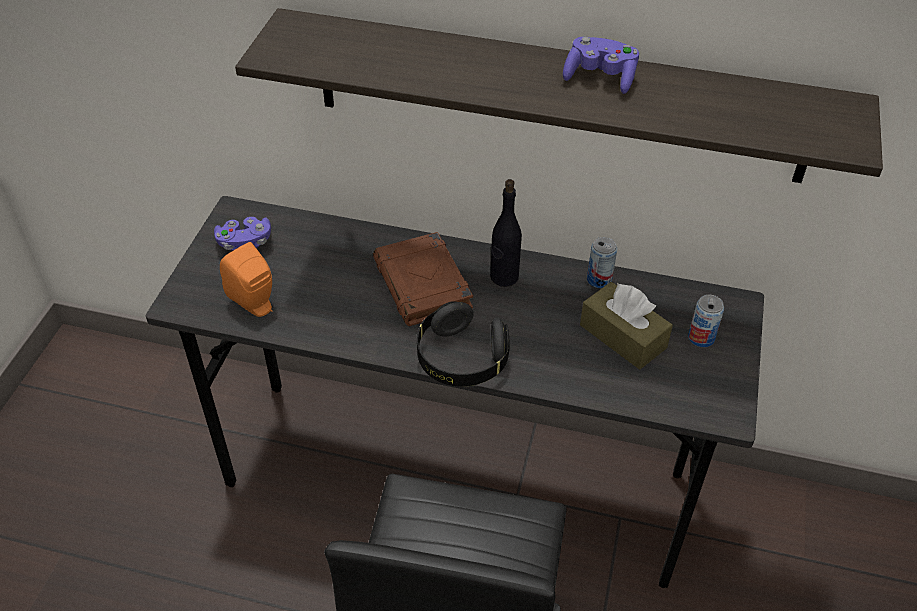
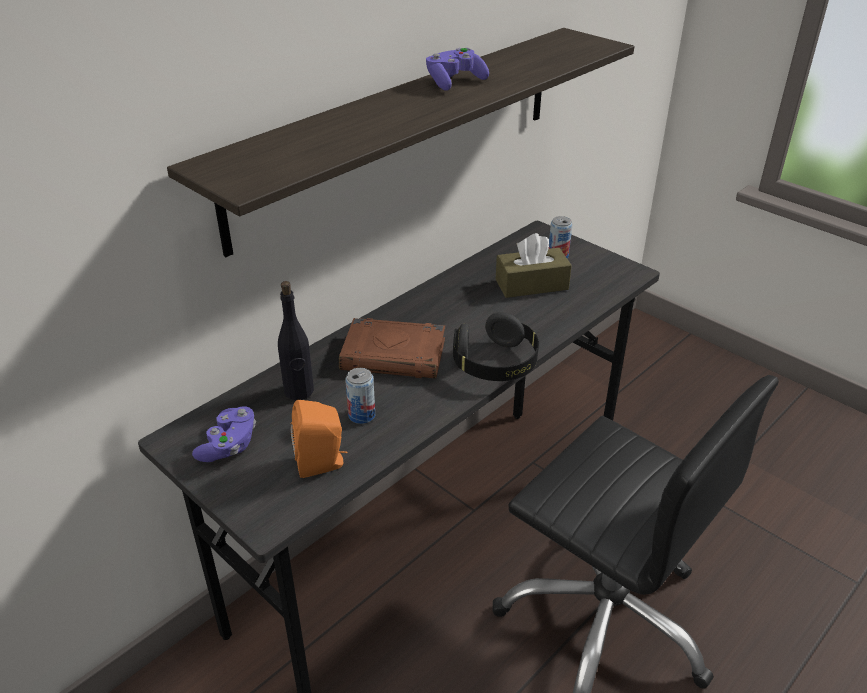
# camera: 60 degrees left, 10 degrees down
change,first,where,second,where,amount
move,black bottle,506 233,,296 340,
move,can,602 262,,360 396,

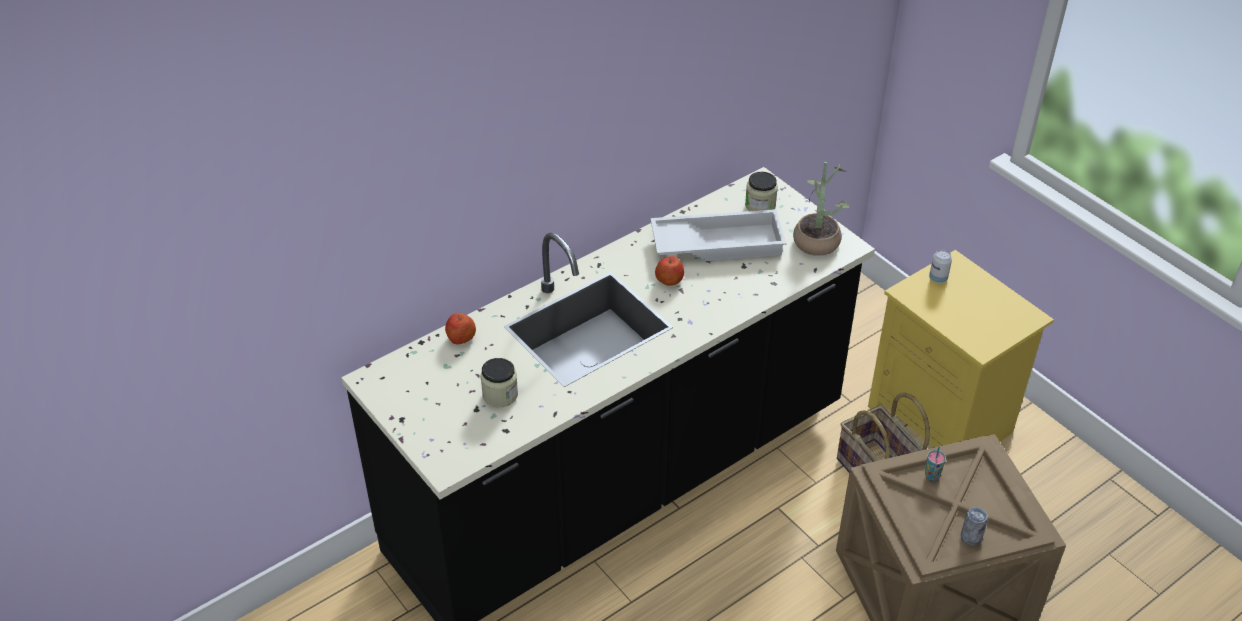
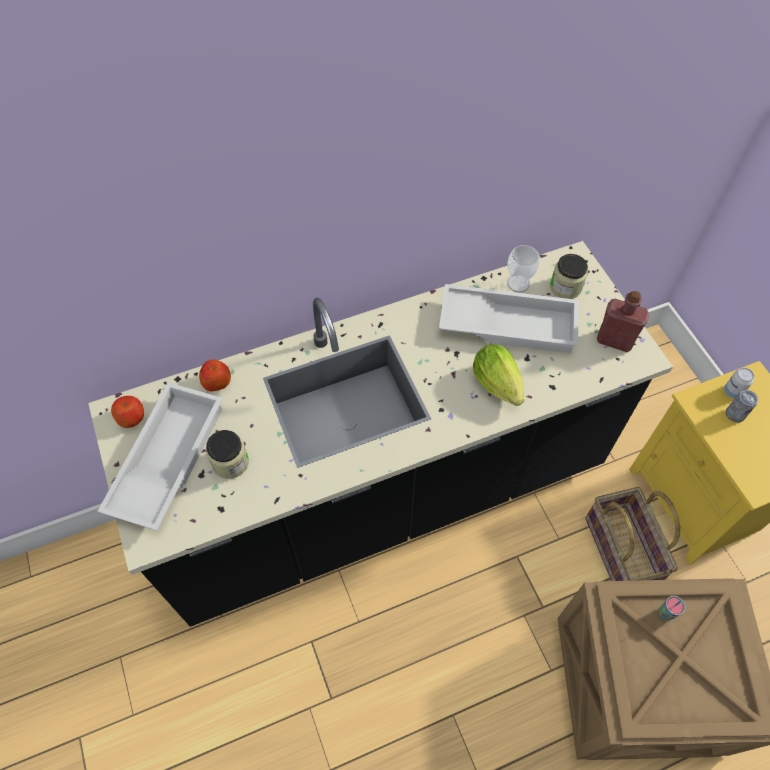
# camera: 15 degrees right, 15 degrees up
change,first,where,second,where,amount
move,apple,669 271,,127 412,
replace,potted plant,821 209,red bottle,623 321,
move,can,974 526,,742 406,
insert,,,white tray,160 456,
insert,,,lettuce,498 375,
insert,,,cup,523 269,

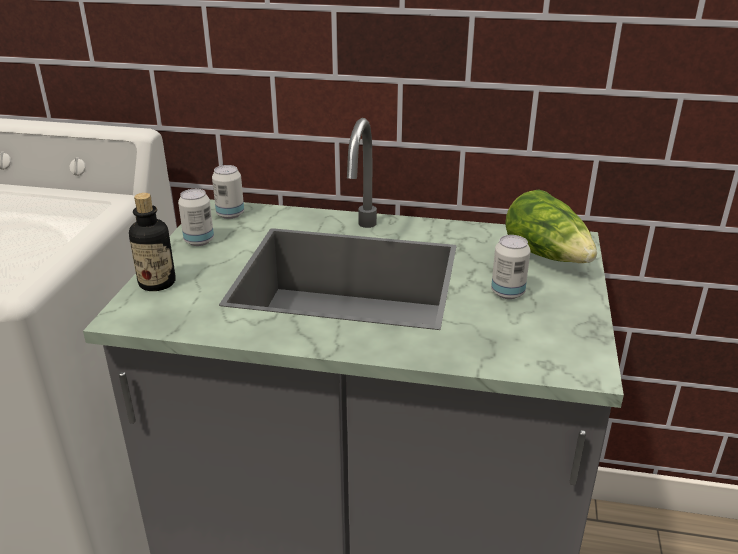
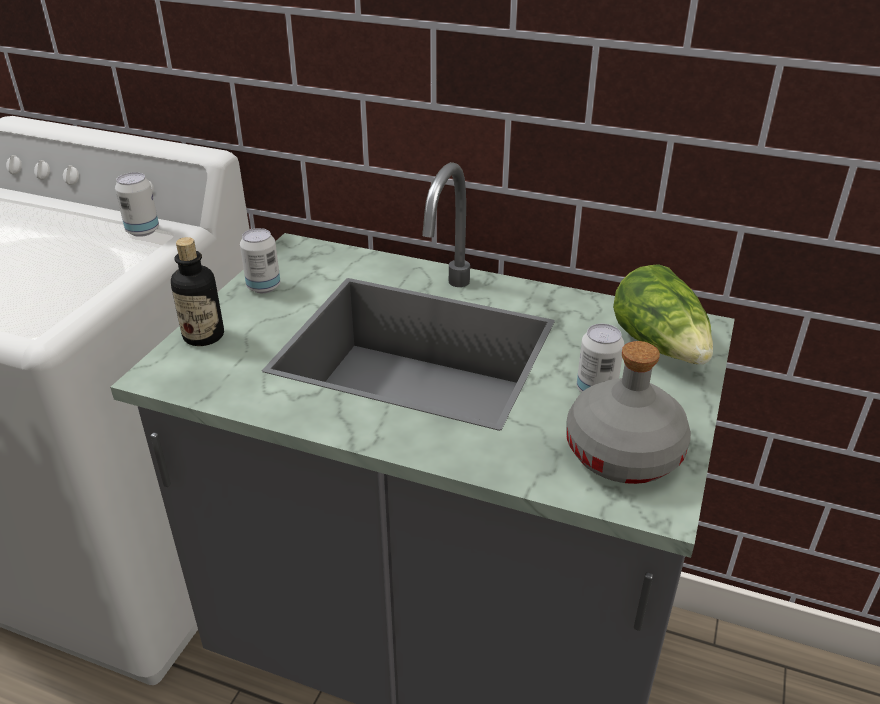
# camera: 10 degrees right, 5 degrees up
change,first,where,second,where,amount
move,can,228 192,,137 204,
insert,,,grey bottle,628 412,

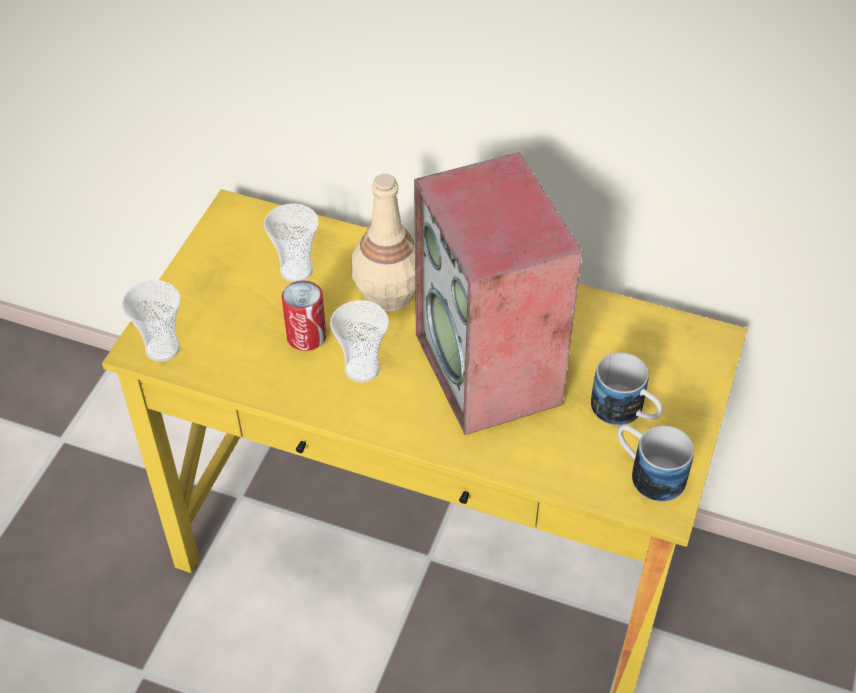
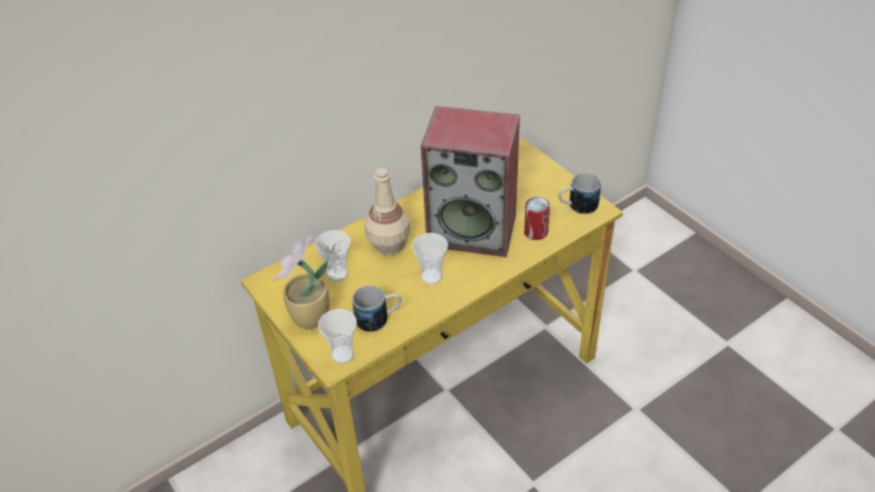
# camera: 55 degrees left, 5 degrees down
change,first,where,second,where,amount
move,can,304 316,,537 218,
move,mug,627 388,,377 308,
insert,,,potted plant,302 282,

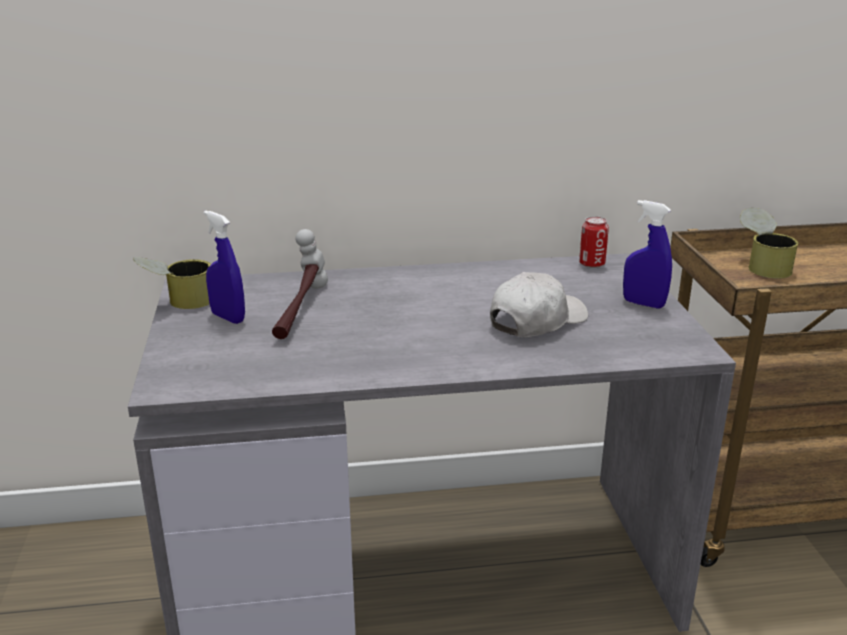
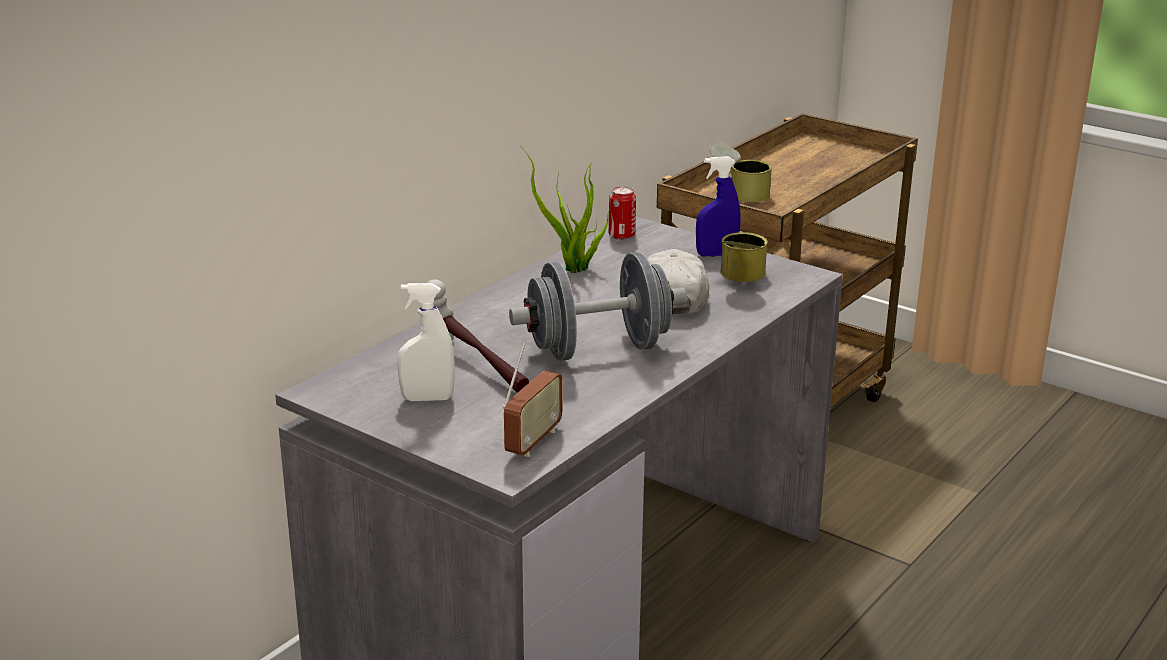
# camera: 45 degrees left, 0 degrees up
change,first,where,second,where,amount
move,can,172 283,,744 257,
recolor,blue spray bottle,224 267,white spray bottle,426 342,
insert,,,radio,533 399,
insert,,,grey dumbbell,598 306,
insert,,,potted plant,565 209,

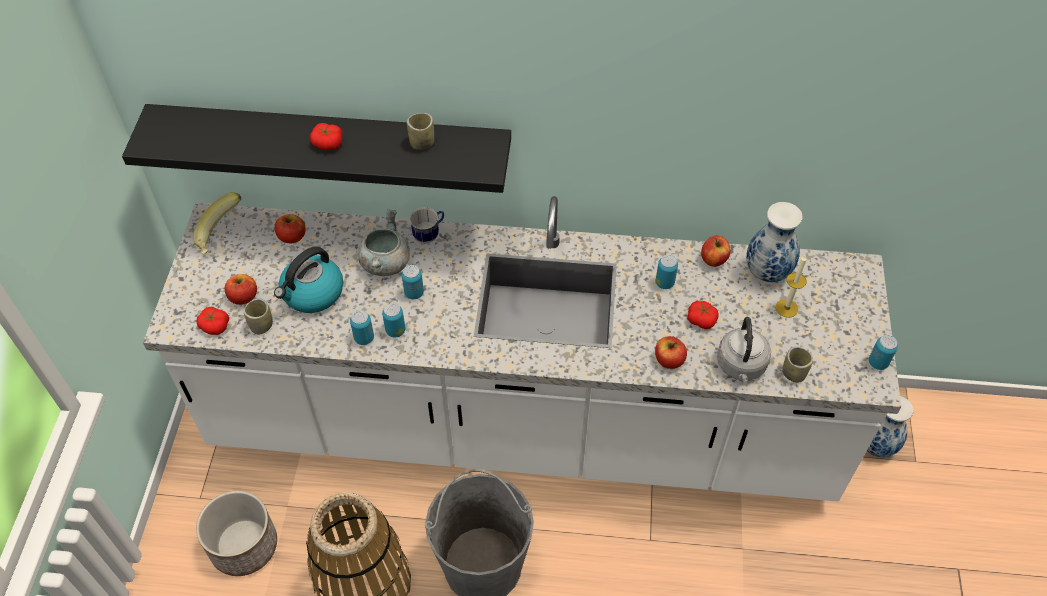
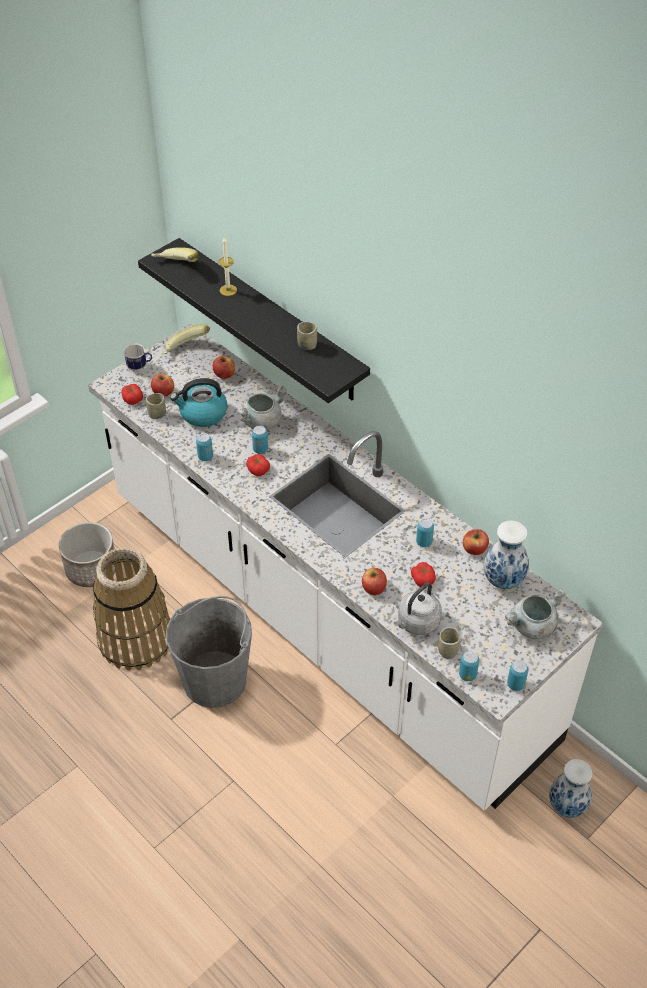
# camera: 40 degrees right, 5 degrees down
change,first,where,second,where,amount
move,tomato,326 137,,258 465,
move,can,393 320,,469 666,
move,mug,427 225,,137 357,
move,candle,791 287,,228 266,
insert,,,banana,174 254,
insert,,,grey cooking pot,535 614,

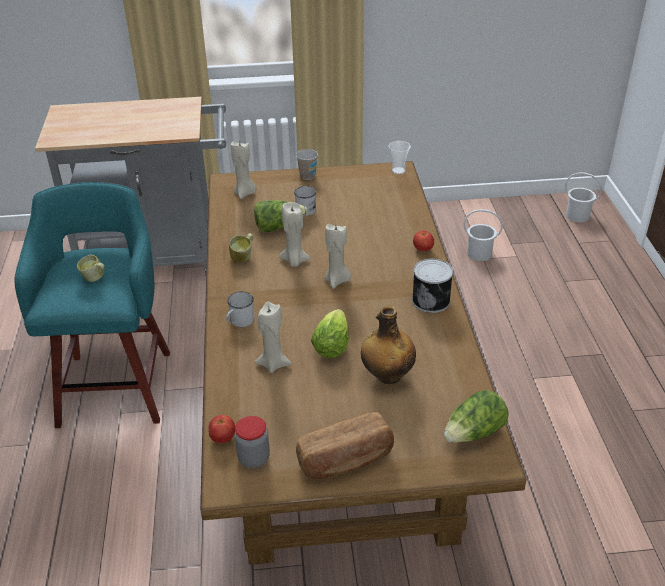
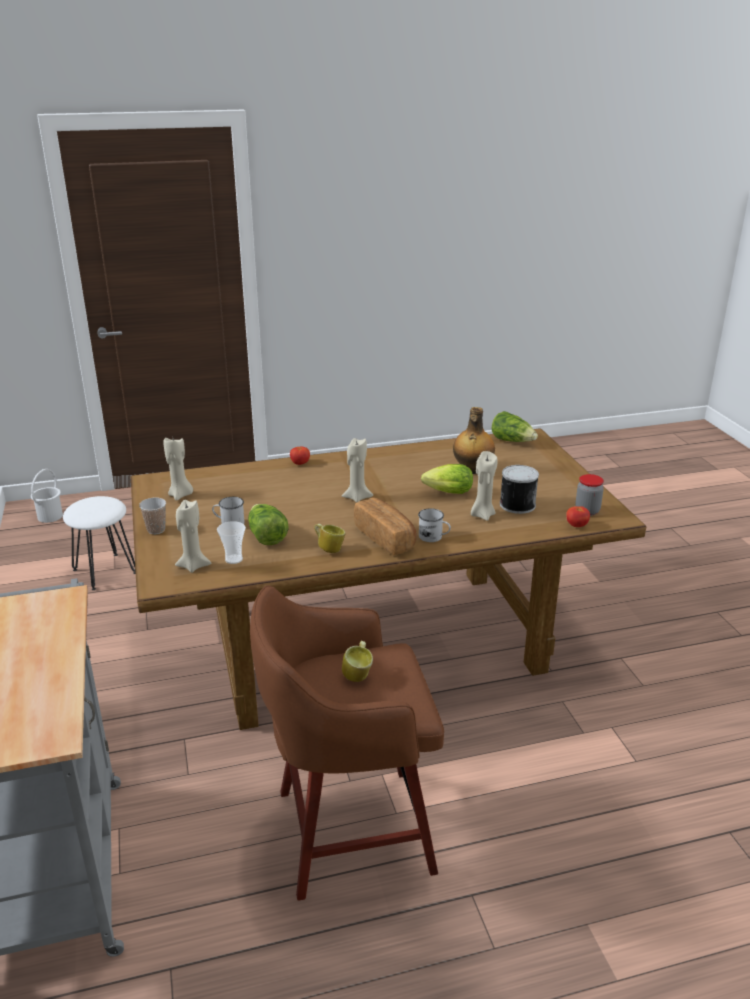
# camera: 100 degrees left, 10 degrees down
change,first,where,second,where,amount
recolor,turquoise stool,92 305,brown stool,347 743,
move,beige candle,295 234,,178 469,
move,bread,345 445,,385 526,
move,cup,400 157,,231 542,
move,can,432 286,,519 489,
replace,white bucket,483 235,white stool,99 543,

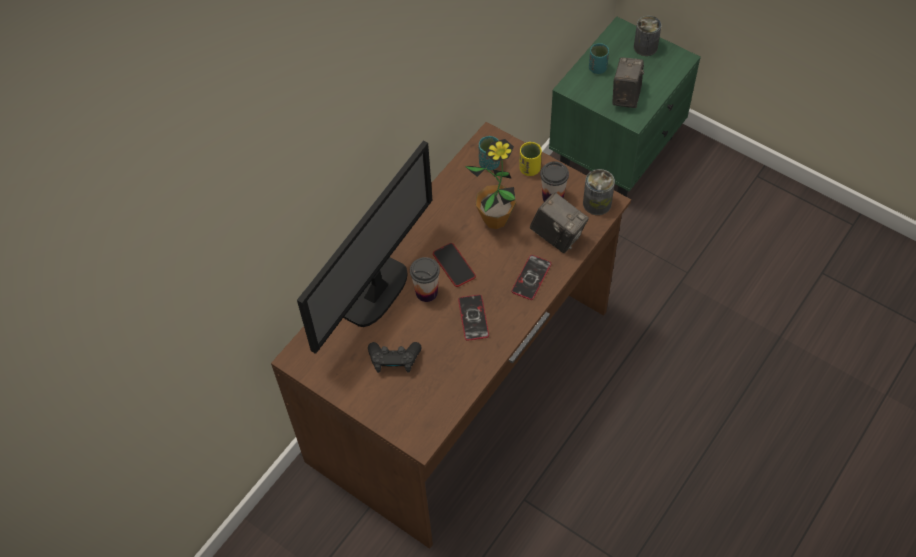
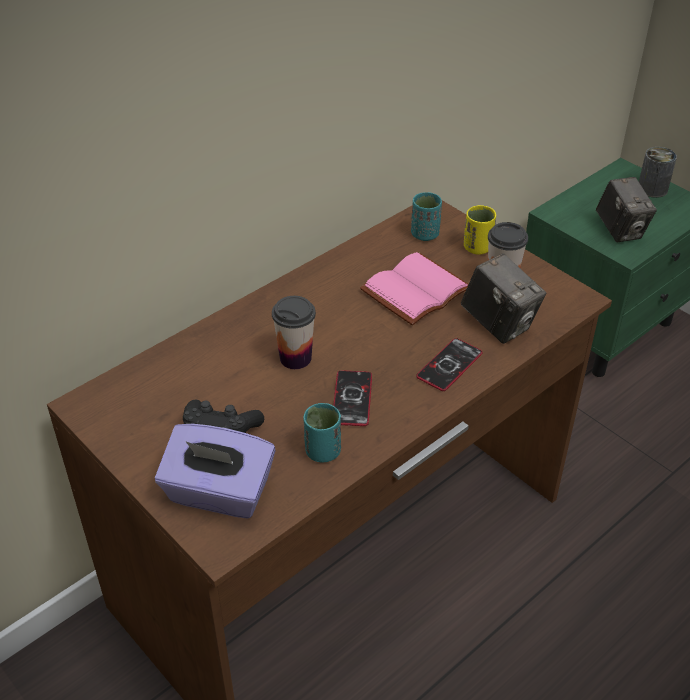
# camera: 10 degrees right, 15 degrees down
change,first,where,second,where,amount
delete,monitor,365 247,,,
delete,phone,454 265,,,
replace,potted plant,490 184,pink book,414 288,
delete,can,599 192,,,
move,turquoise cup,599 58,,322 433,
rotate,photo camera,628 82,,626 209,135 degrees clockwise
insert,,,purple tissue box,215 471,

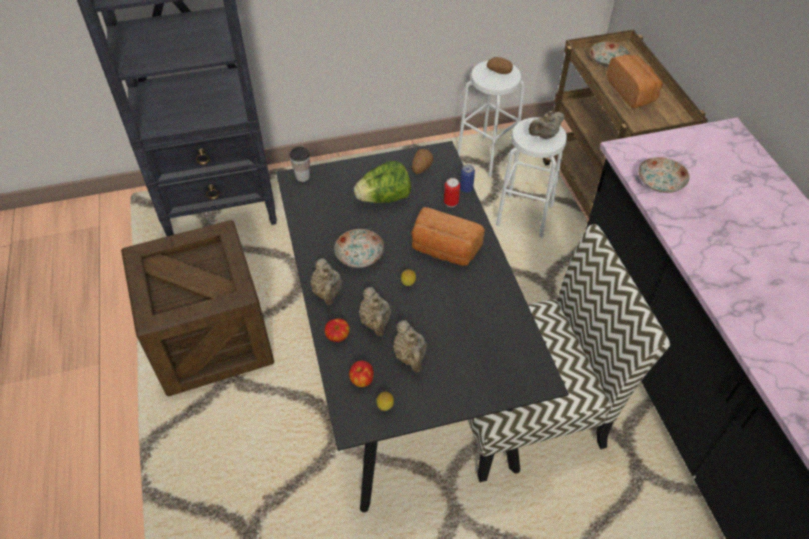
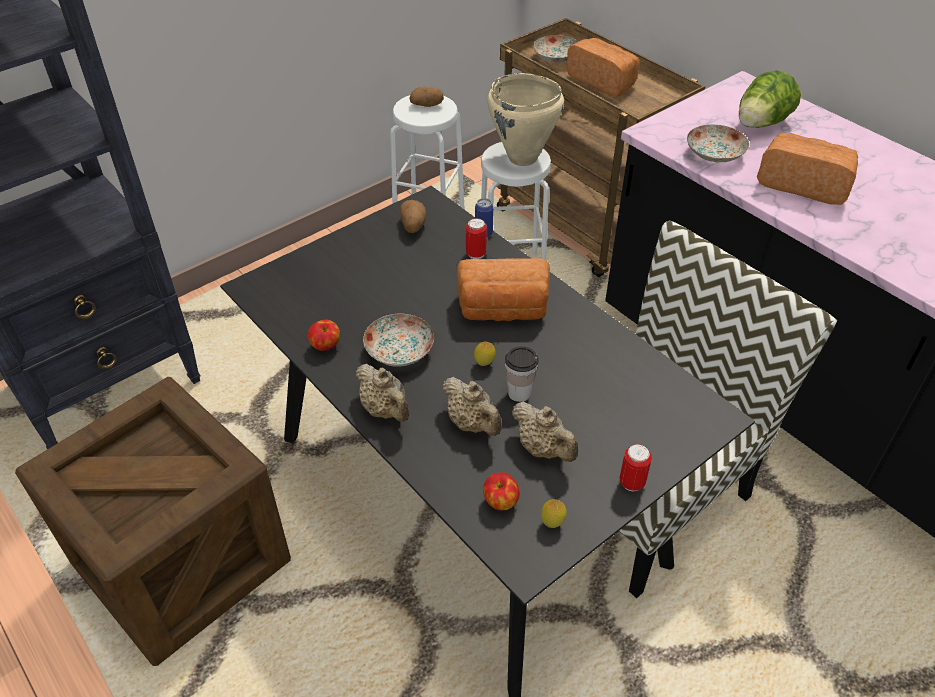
# camera: 25 degrees left, 5 degrees down
change,first,where,second,where,amount
move,cup,299 164,,522 374,
move,apple,337 330,,324 335,
move,lettuce,382 182,,770 99,
replace,beige teapot,546 125,beige cooking pot,525 119,
insert,,,can,635 467,
insert,,,bread,807 169,

